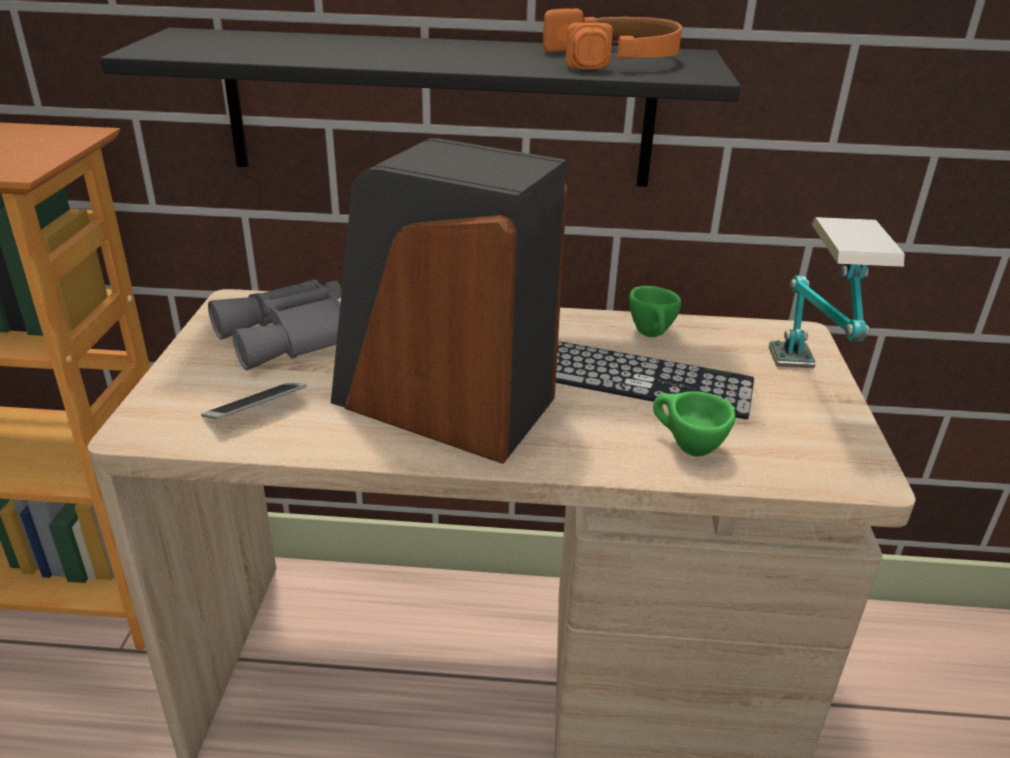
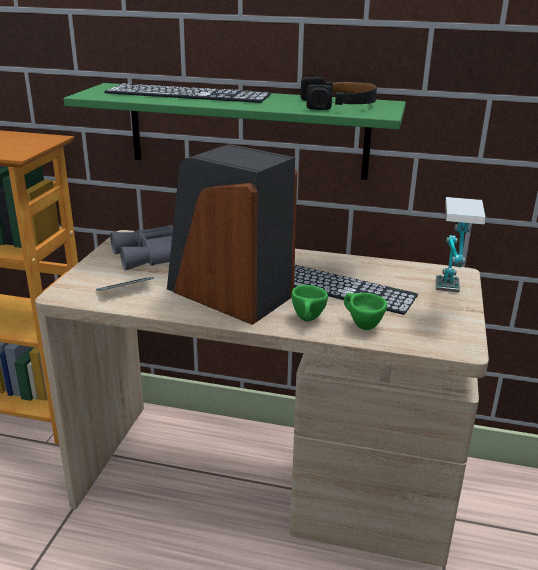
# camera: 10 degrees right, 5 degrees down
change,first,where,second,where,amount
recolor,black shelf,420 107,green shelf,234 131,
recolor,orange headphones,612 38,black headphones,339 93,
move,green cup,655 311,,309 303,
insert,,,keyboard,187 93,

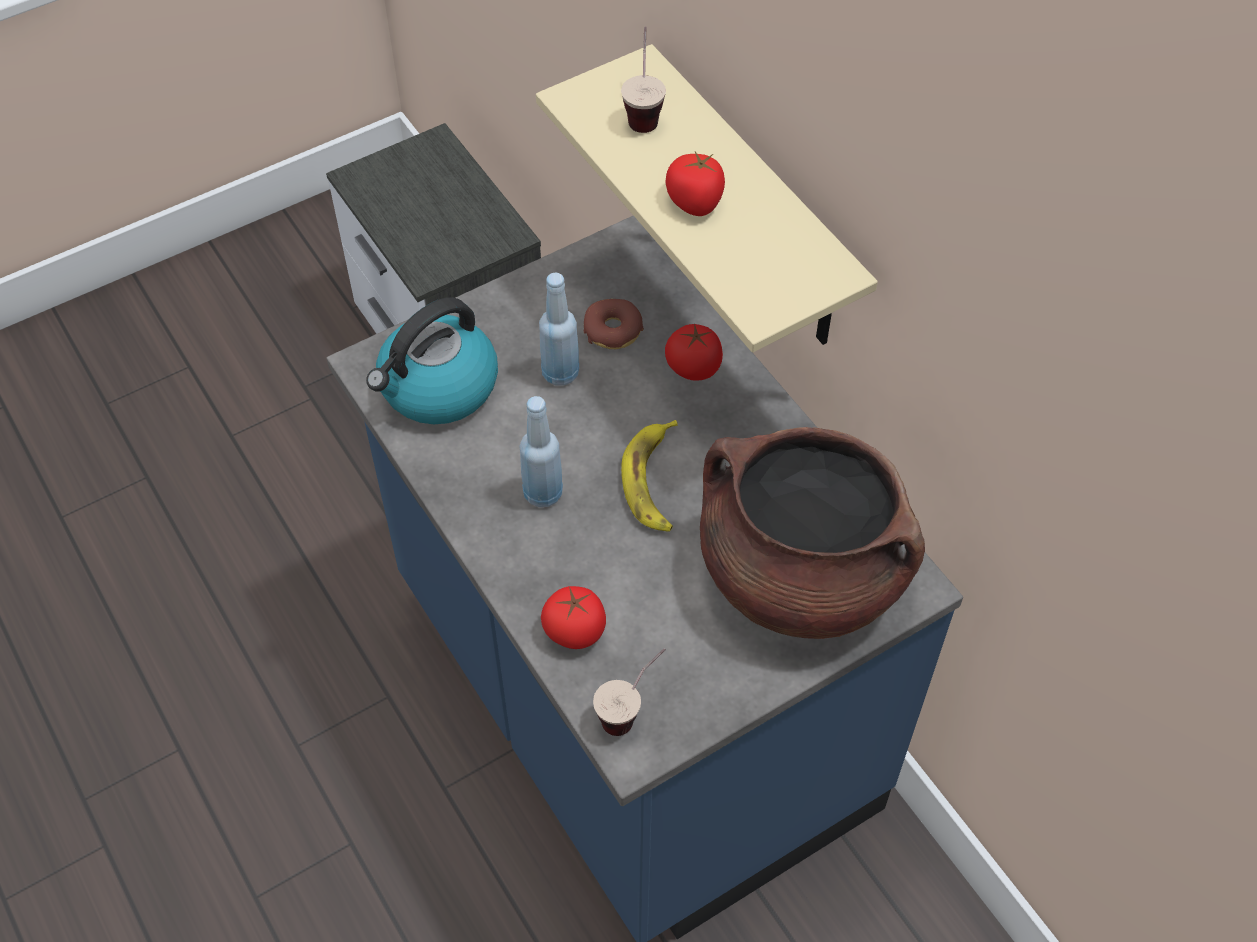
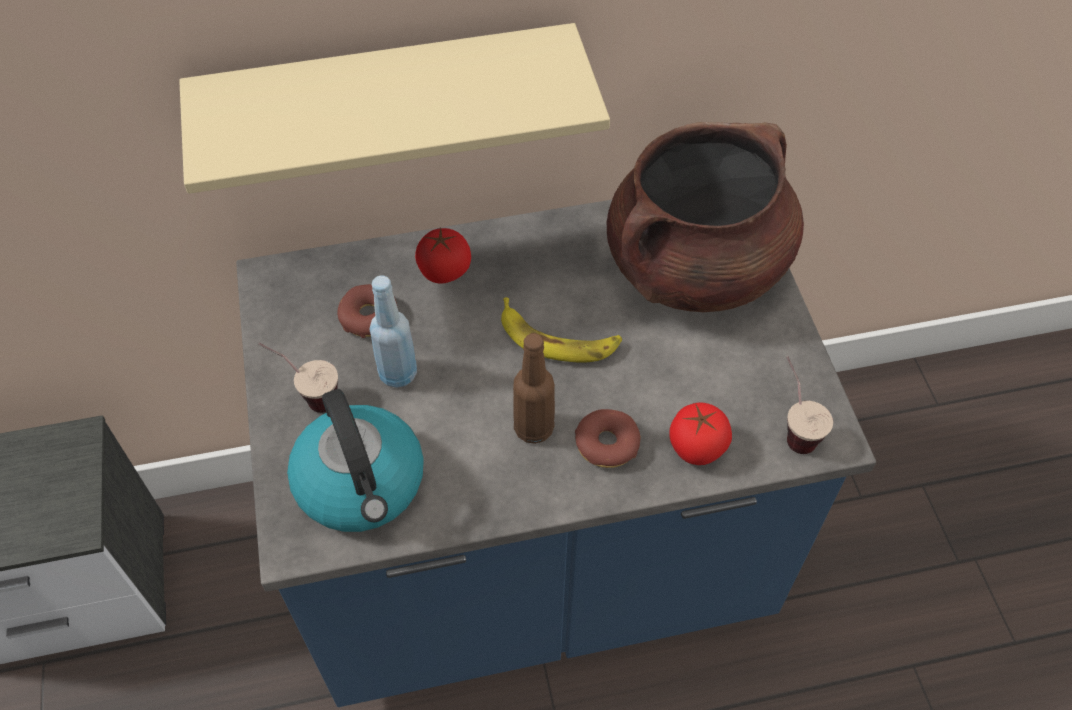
# camera: 70 degrees left, 0 degrees up
change,first,where,second,where,amount
recolor,blue bottle,541 451,brown bottle,534 388,
move,cup,643 79,,298 377,
delete,tomato,695 184,,,
insert,,,donut,608 438,

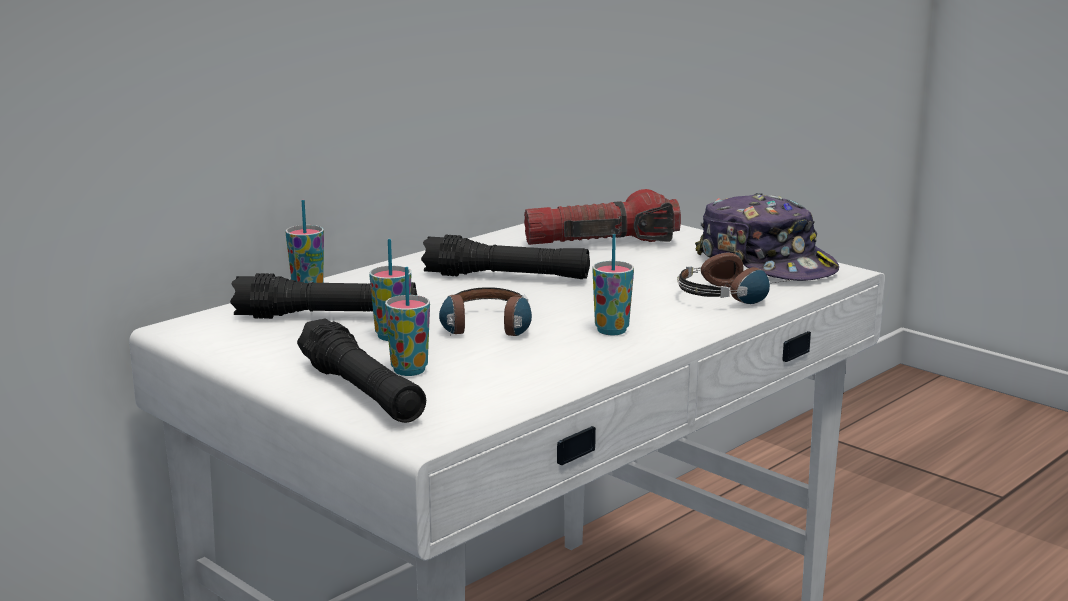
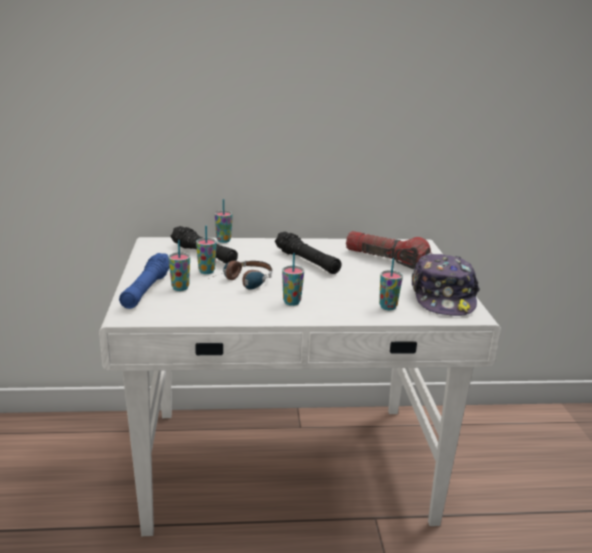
# camera: 40 degrees right, 5 degrees up
change,first,where,second,where,amount
recolor,black flashlight,361 371,blue flashlight,144 281,
replace,headphones,736 278,cup,391 284,

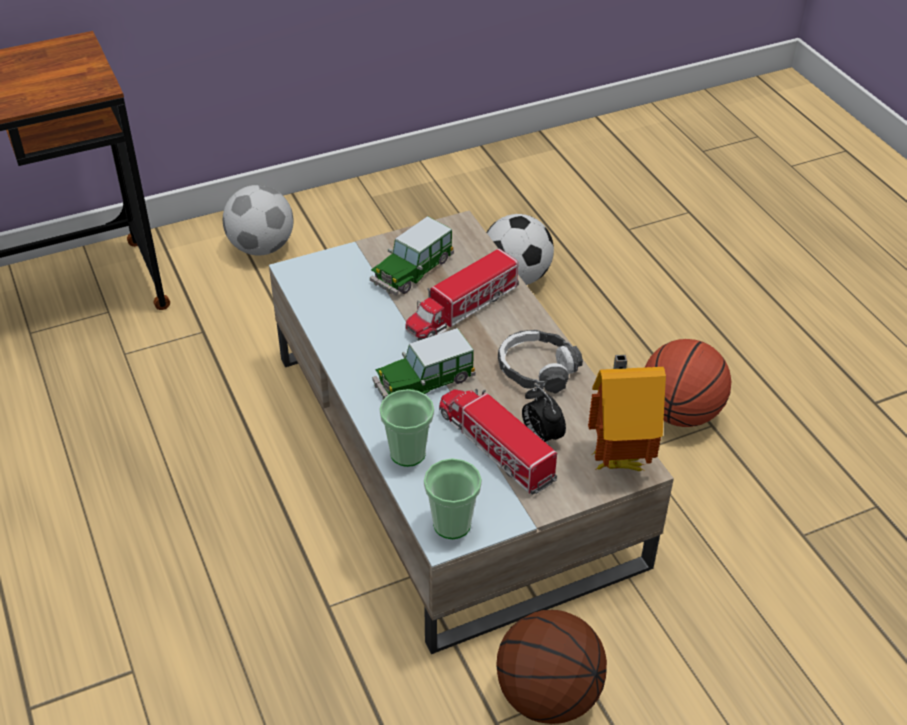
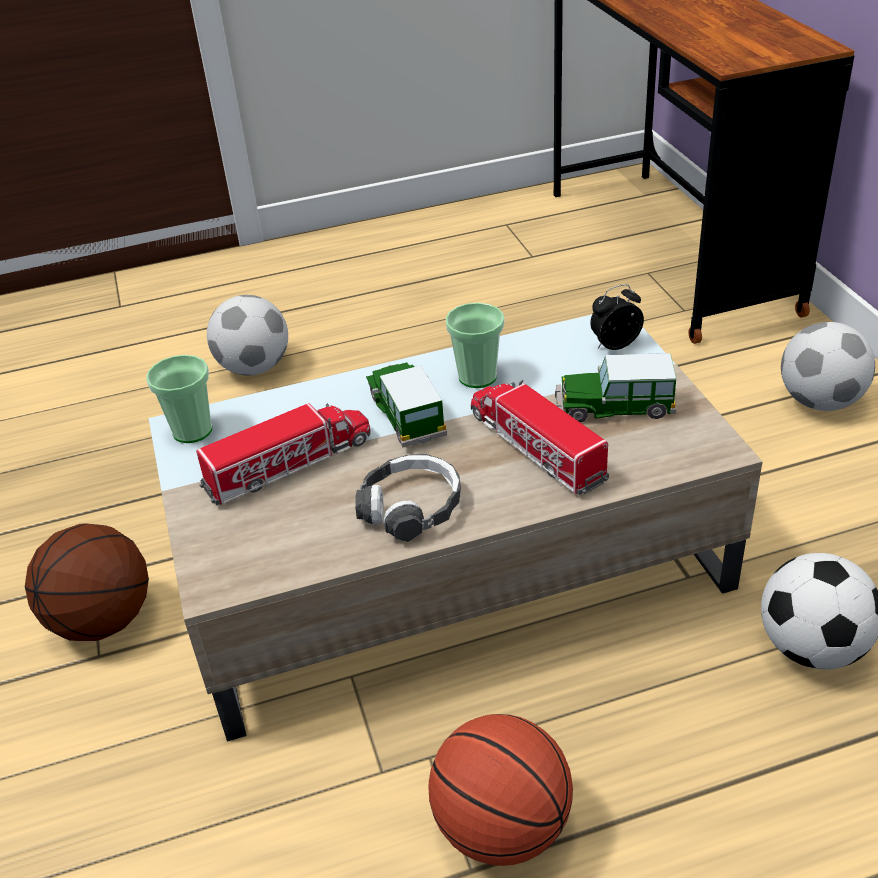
# camera: 100 degrees right, 5 degrees down
change,first,where,second,where,amount
rotate,toy car,412 256,,615 388,45 degrees counterclockwise
move,cup,406 428,,475 345,
move,alarm clock,544 416,,617 317,
delete,toy house,627 412,,,
insert,,,football,247 335,

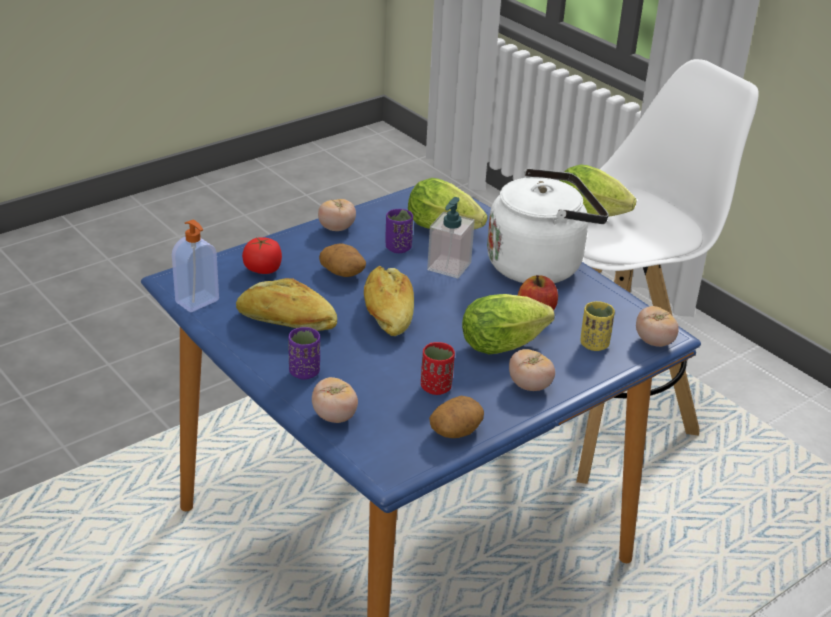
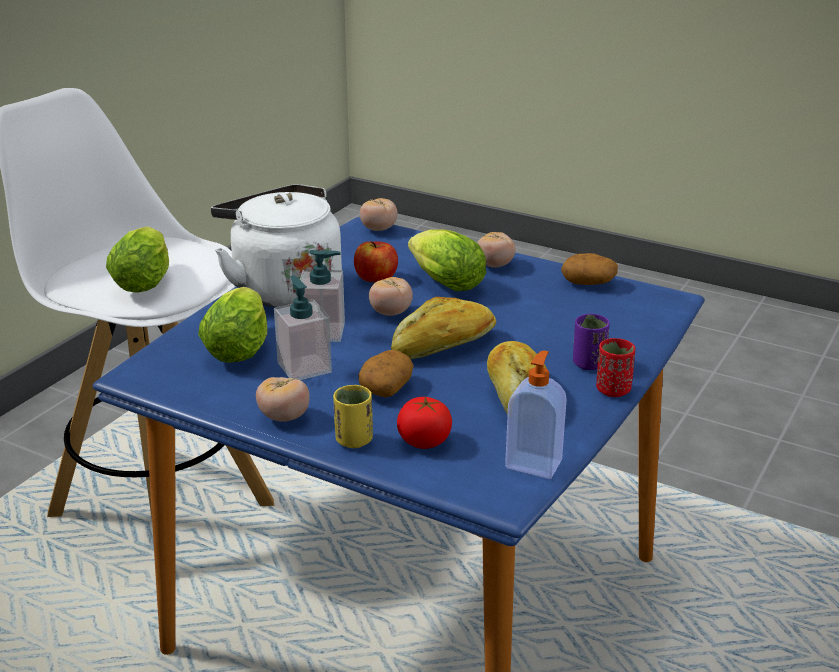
# camera: 110 degrees left, 5 degrees down
change,first,where,second,where,amount
move,tomato,335 400,,391 296,
replace,purple cup,399 231,soap dispenser,303 327,
move,red cup,438 368,,615 367,
move,yellow cup,597 326,,353 416,

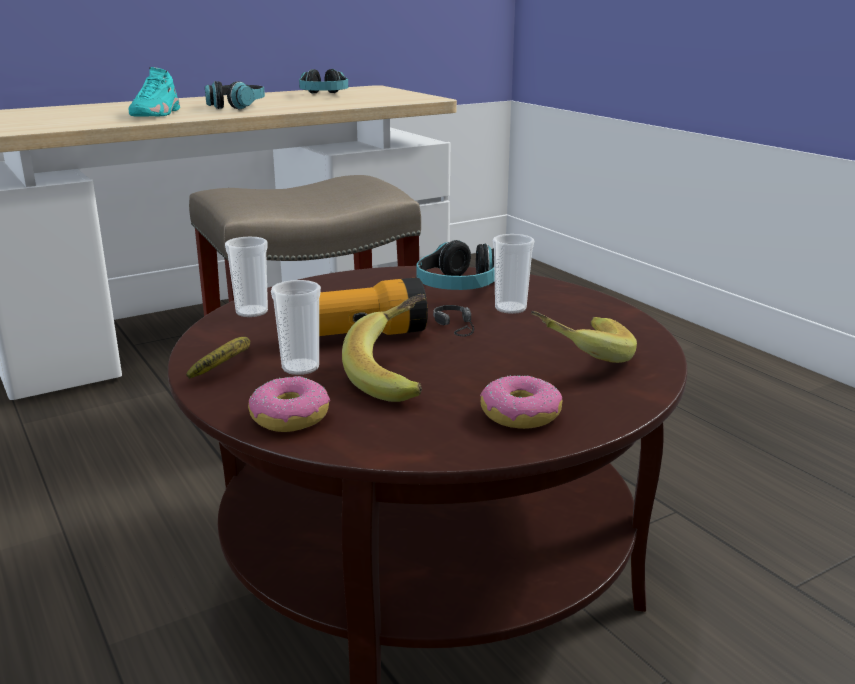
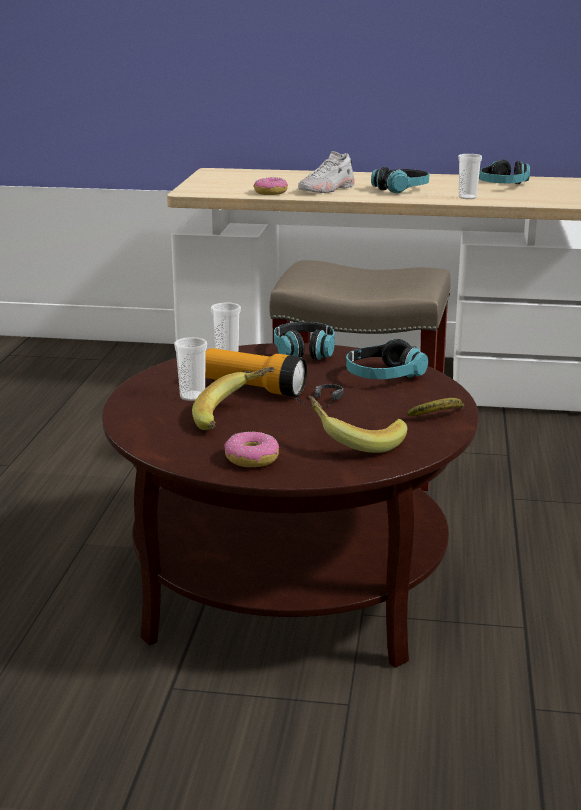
# camera: 40 degrees right, 0 degrees up
change,first,where,second,where,amount
recolor,turquoise shoe,154 92,white shoe,326 172,
move,banana,218 358,,436 407,
move,donut,289 404,,271 186,
move,cup,513 274,,470 176,
insert,,,headphones,304 341,

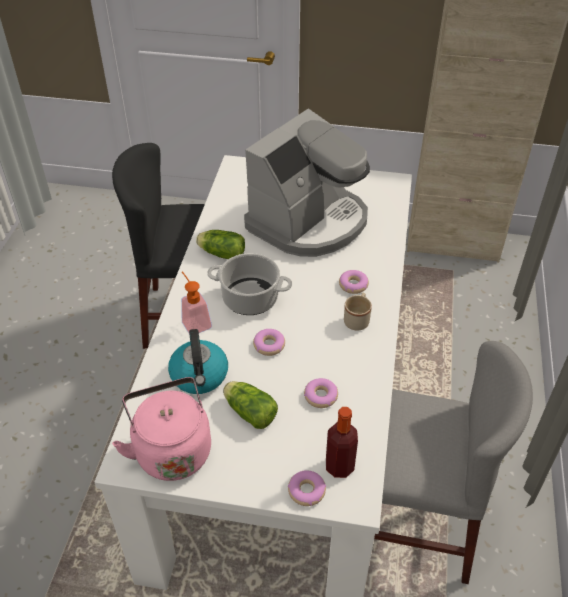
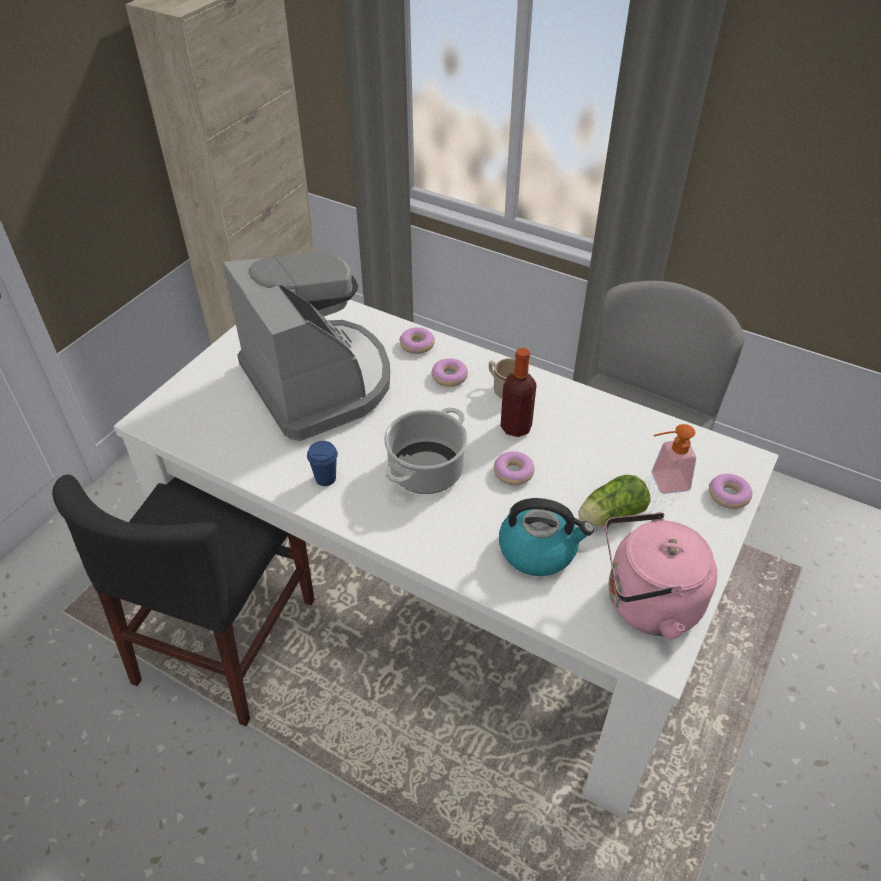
# camera: 70 degrees left, 0 degrees up
change,first,where,second,where,amount
move,soap dispenser,196 302,,673 459,
replace,lettuce,220 244,blue cup,322 463,
move,donut,321 393,,417 340,
move,bottle,342 442,,518 392,

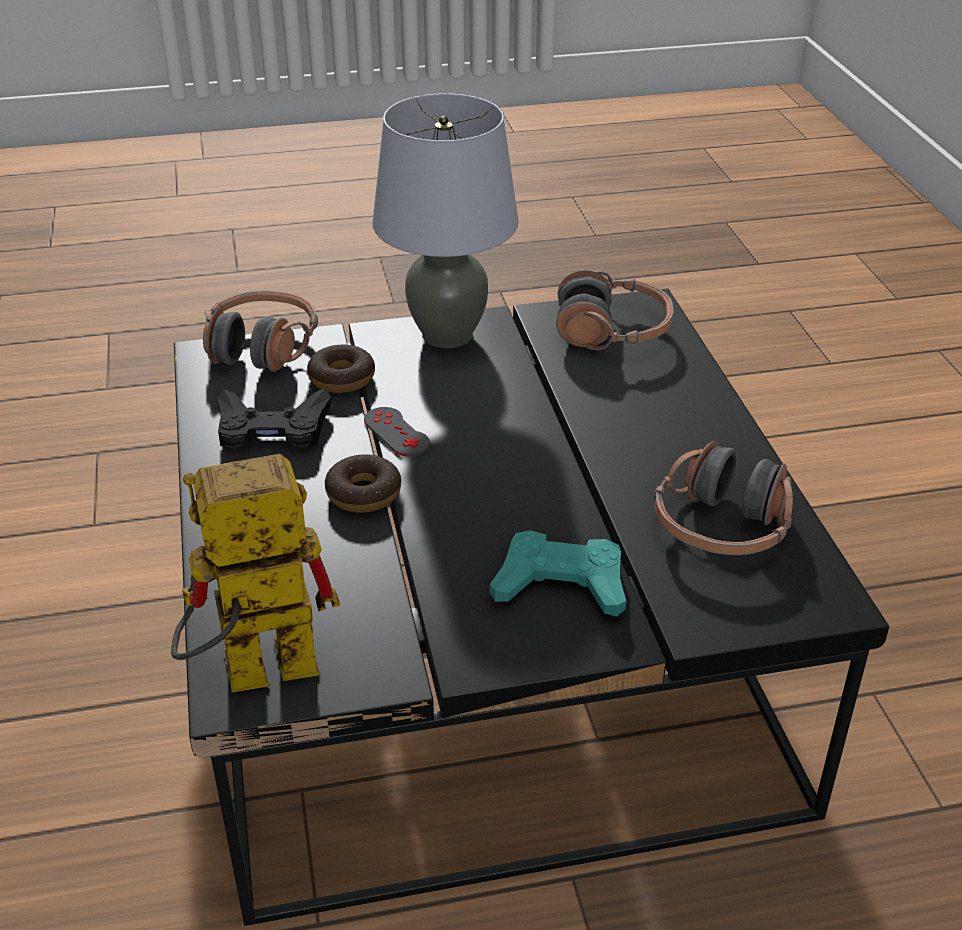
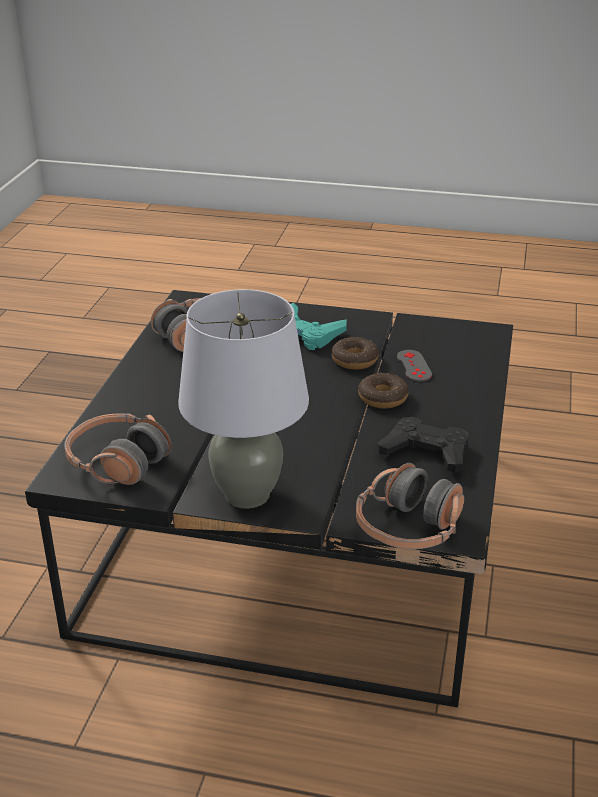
# camera: 155 degrees left, 5 degrees down
change,first,where,second,where,amount
delete,toy robot,255 573,,,
move,donut,341 368,,355 353,
move,grey game controller,397 431,,414 366,

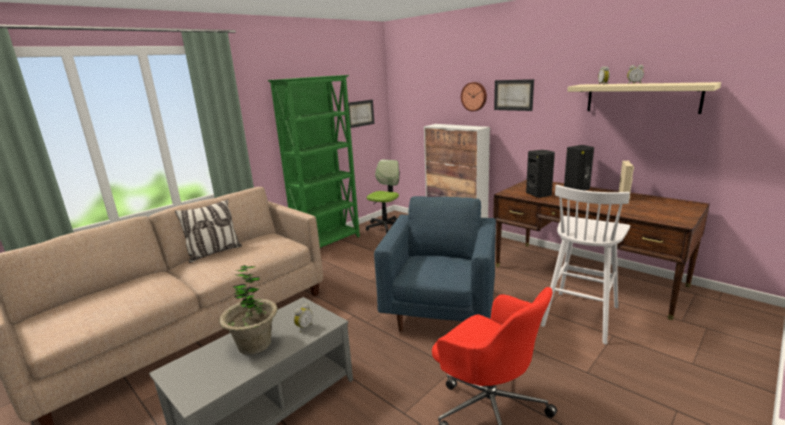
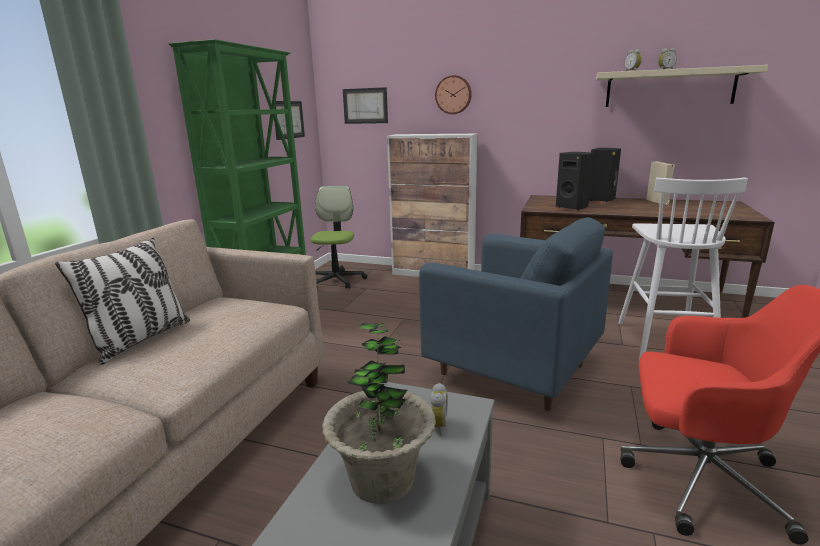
# camera: 25 degrees left, 0 degrees up
change,first,where,second,where,amount
rotate,blue armchair,435 264,,516 314,135 degrees clockwise
move,picture,514 95,,365 105,

